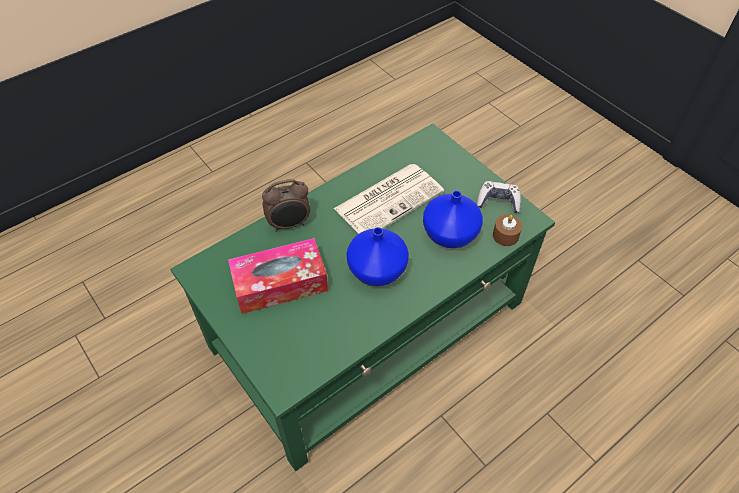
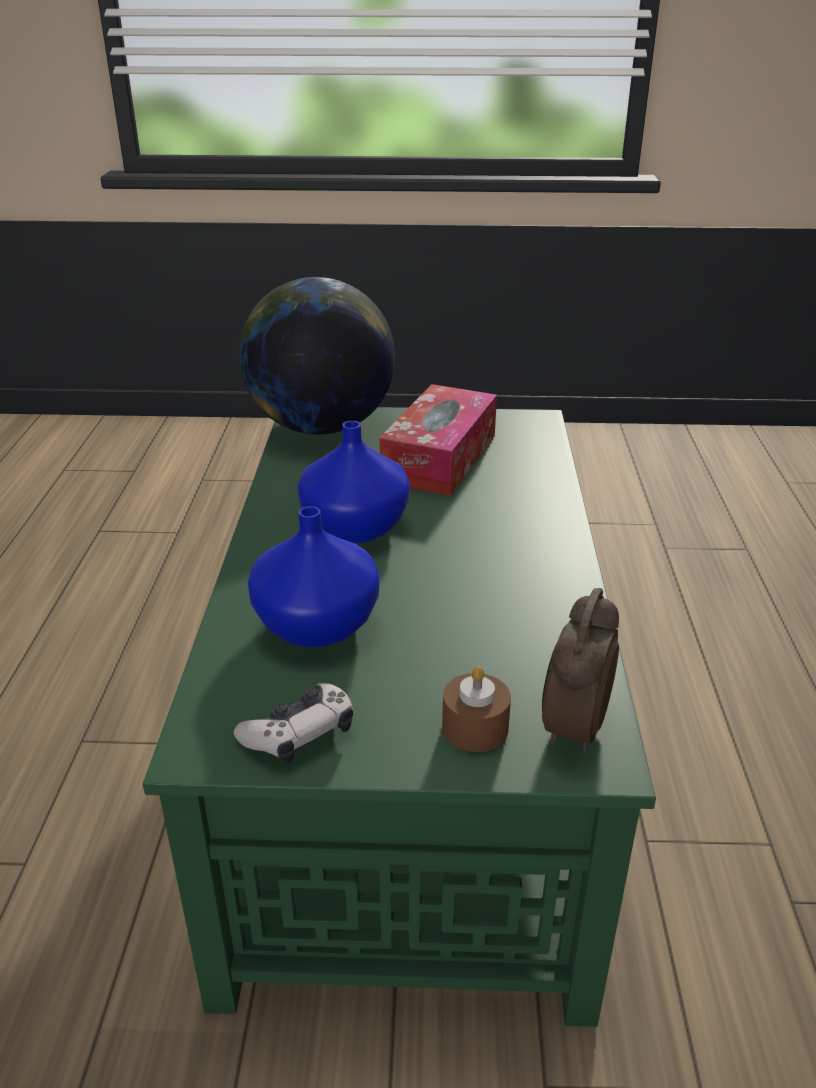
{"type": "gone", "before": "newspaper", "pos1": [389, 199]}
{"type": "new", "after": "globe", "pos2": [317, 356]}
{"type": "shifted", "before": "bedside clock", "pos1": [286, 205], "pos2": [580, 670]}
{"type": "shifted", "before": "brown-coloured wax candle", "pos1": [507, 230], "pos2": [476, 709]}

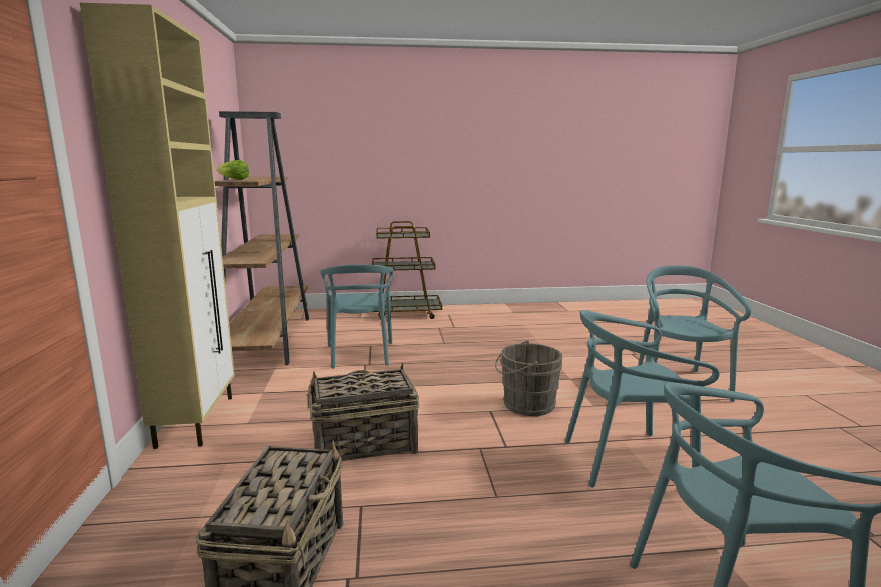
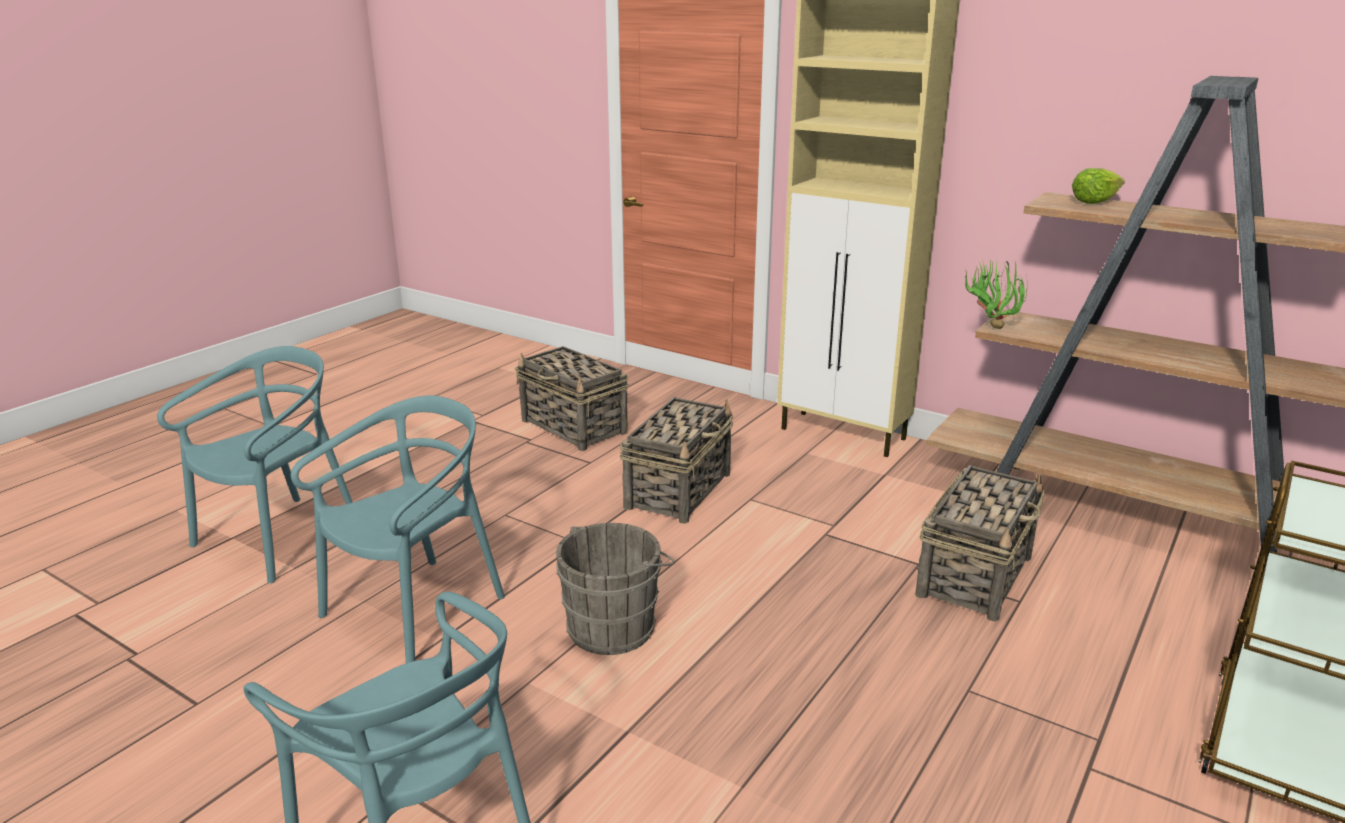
{"type": "new", "after": "houseplant", "pos2": [996, 294]}
{"type": "swapped", "before": "turquoise-coloured upright chair", "after": "household basket", "pos1": [357, 316], "pos2": [979, 543]}

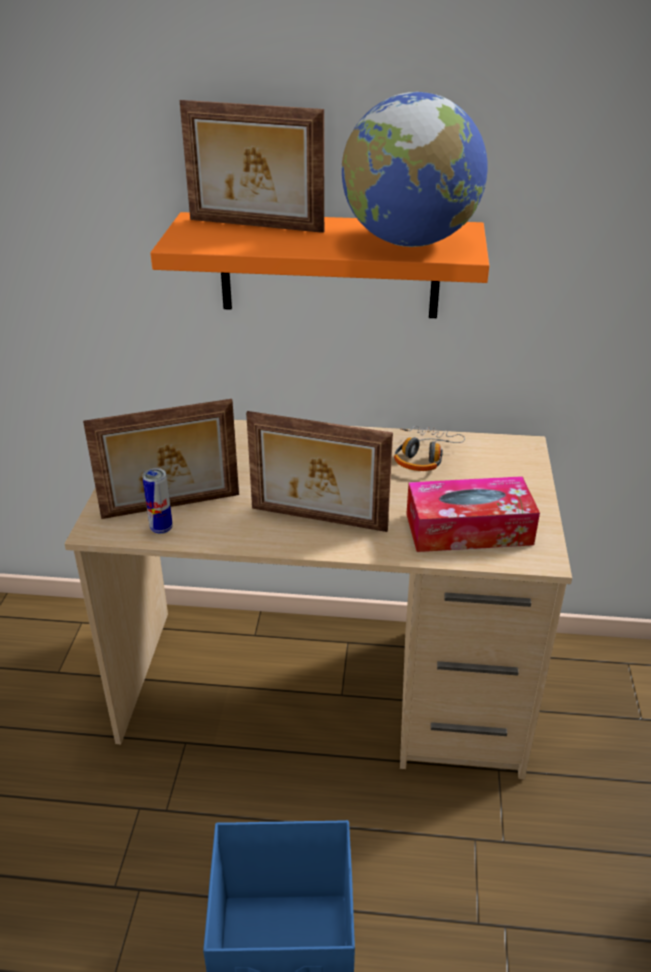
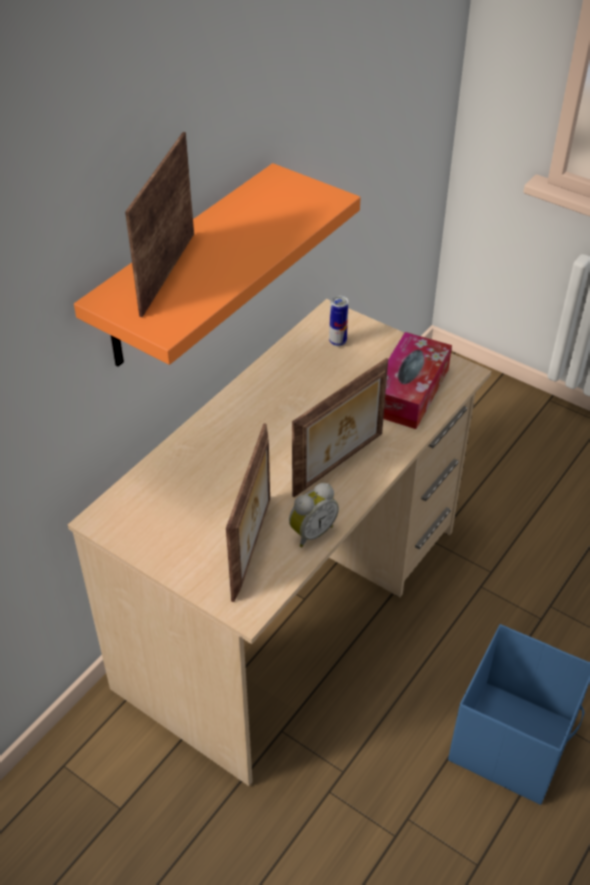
{"type": "gone", "before": "globe", "pos1": [415, 169]}
{"type": "gone", "before": "headset", "pos1": [429, 448]}
{"type": "new", "after": "bedside clock", "pos2": [314, 515]}
{"type": "shifted", "before": "can", "pos1": [157, 501], "pos2": [339, 321]}
{"type": "rotated", "before": "picture frame", "pos1": [252, 166], "pos2": [159, 224], "turn": 150}

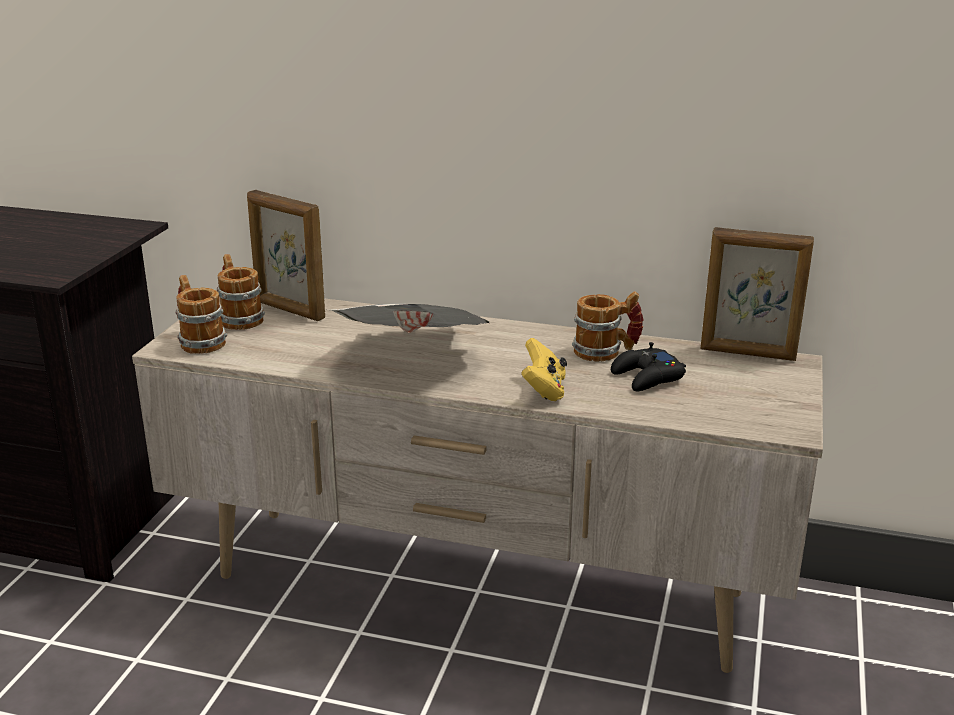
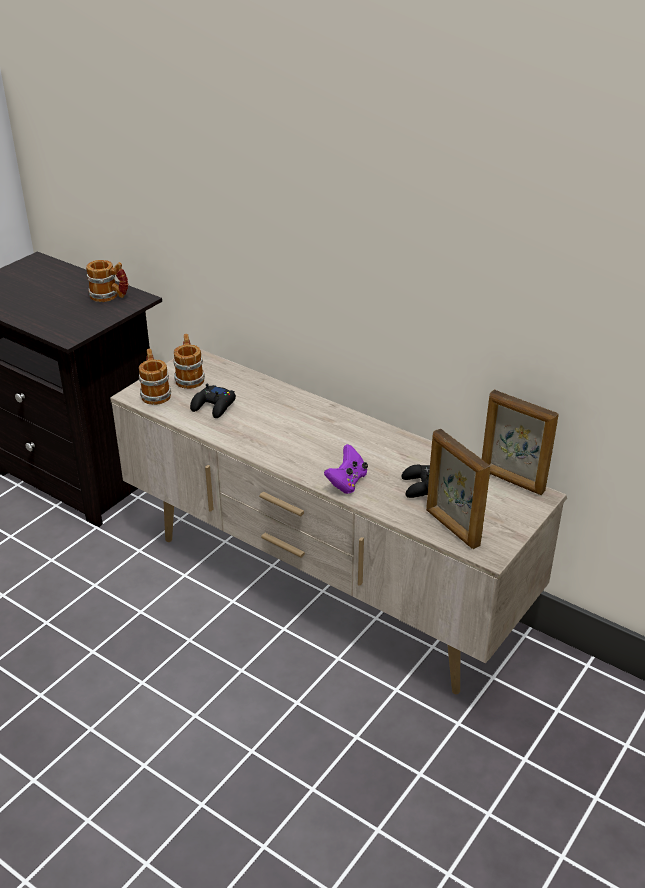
{"type": "gone", "before": "newspaper", "pos1": [408, 318]}
{"type": "new", "after": "black gamepad", "pos2": [213, 401]}
{"type": "shifted", "before": "picture frame", "pos1": [286, 255], "pos2": [458, 489]}
{"type": "shifted", "before": "coffee mug", "pos1": [607, 326], "pos2": [107, 281]}
{"type": "repainted", "before": "yellow gamepad", "after": "purplish gamepad", "pos1": [544, 369], "pos2": [346, 469]}

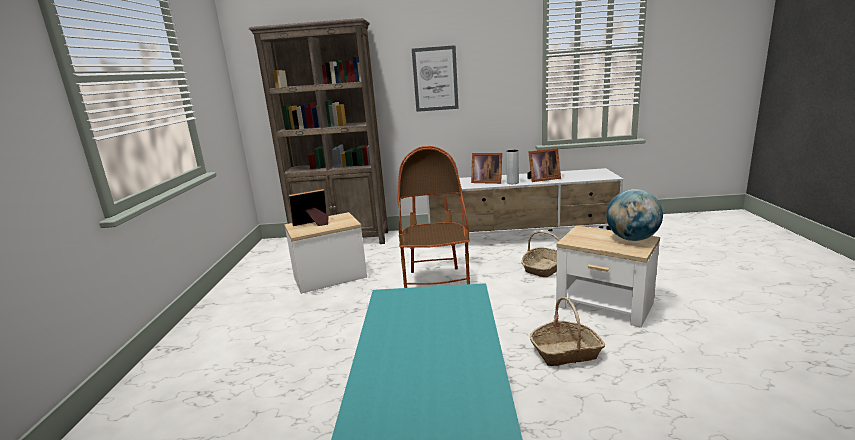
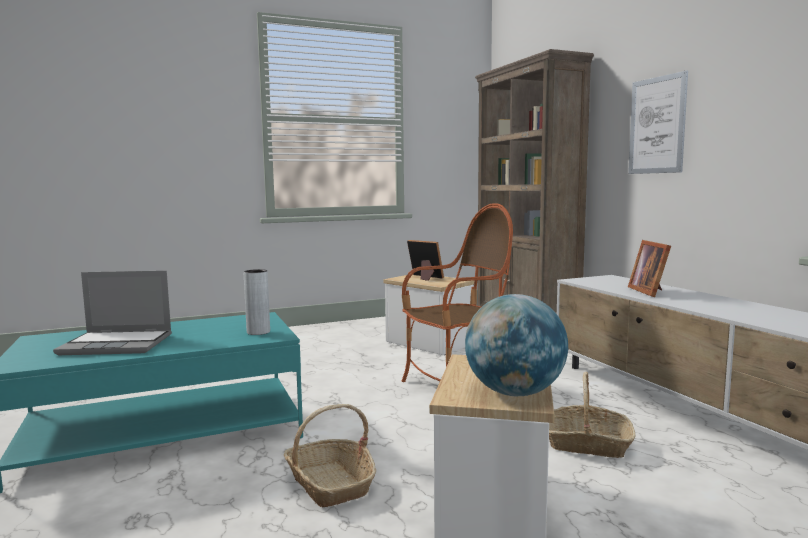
{"type": "gone", "before": "picture frame", "pos1": [544, 165]}
{"type": "new", "after": "laptop", "pos2": [112, 313]}
{"type": "shifted", "before": "gray flower vase", "pos1": [512, 167], "pos2": [256, 302]}

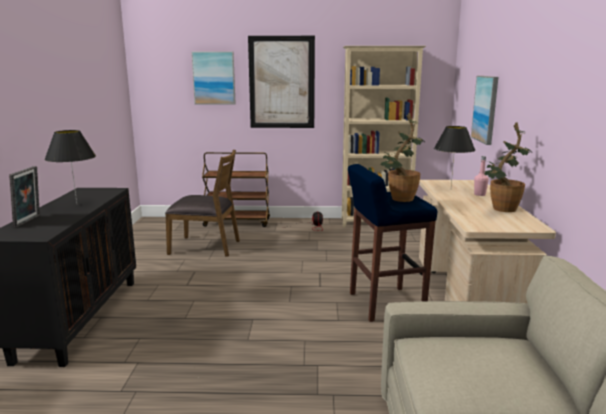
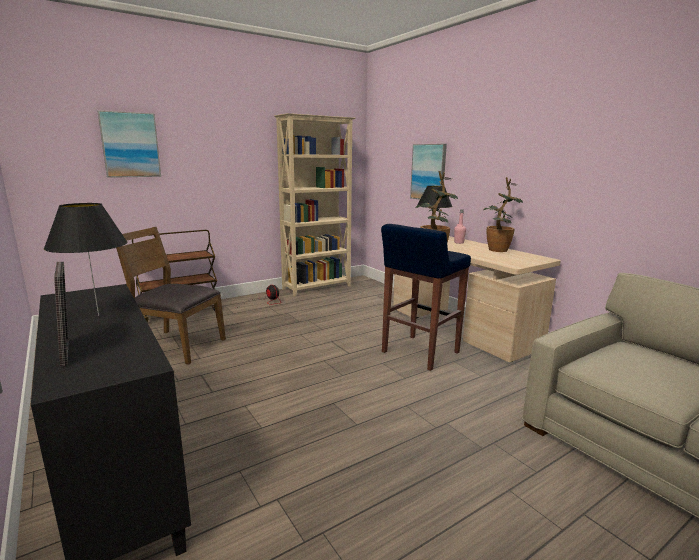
{"type": "gone", "before": "wall art", "pos1": [281, 82]}
{"type": "rotated", "before": "brown-coloured upright chair", "pos1": [202, 203], "pos2": [171, 296], "turn": -135}

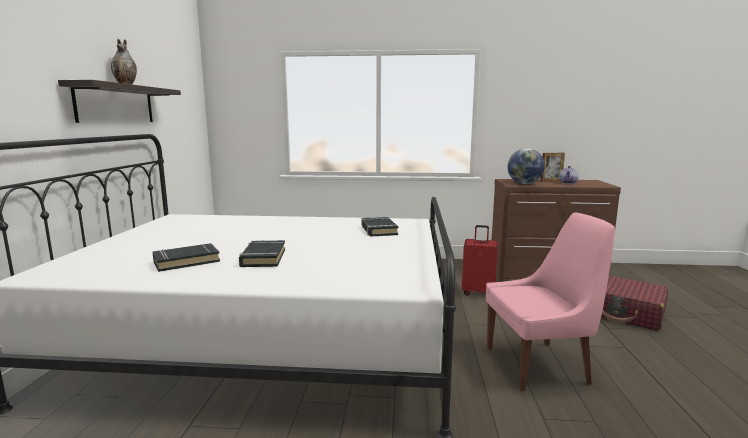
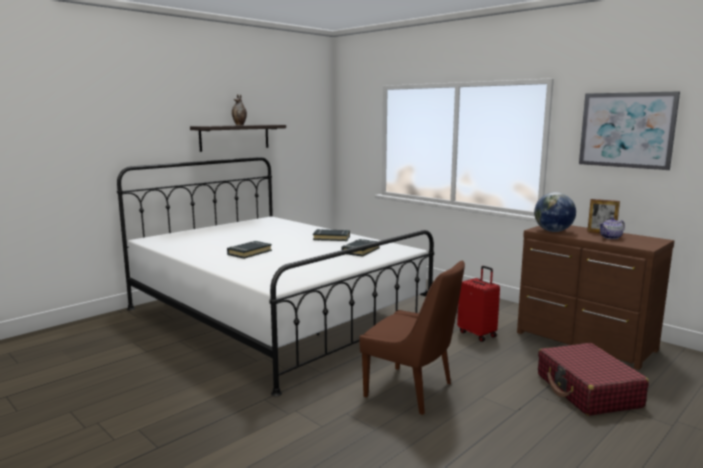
{"type": "new", "after": "wall art", "pos2": [629, 130]}
{"type": "shifted", "before": "black volume", "pos1": [186, 257], "pos2": [331, 235]}
{"type": "repainted", "before": "pink-coloured upright chair", "after": "brown-coloured upright chair", "pos1": [550, 301], "pos2": [412, 337]}

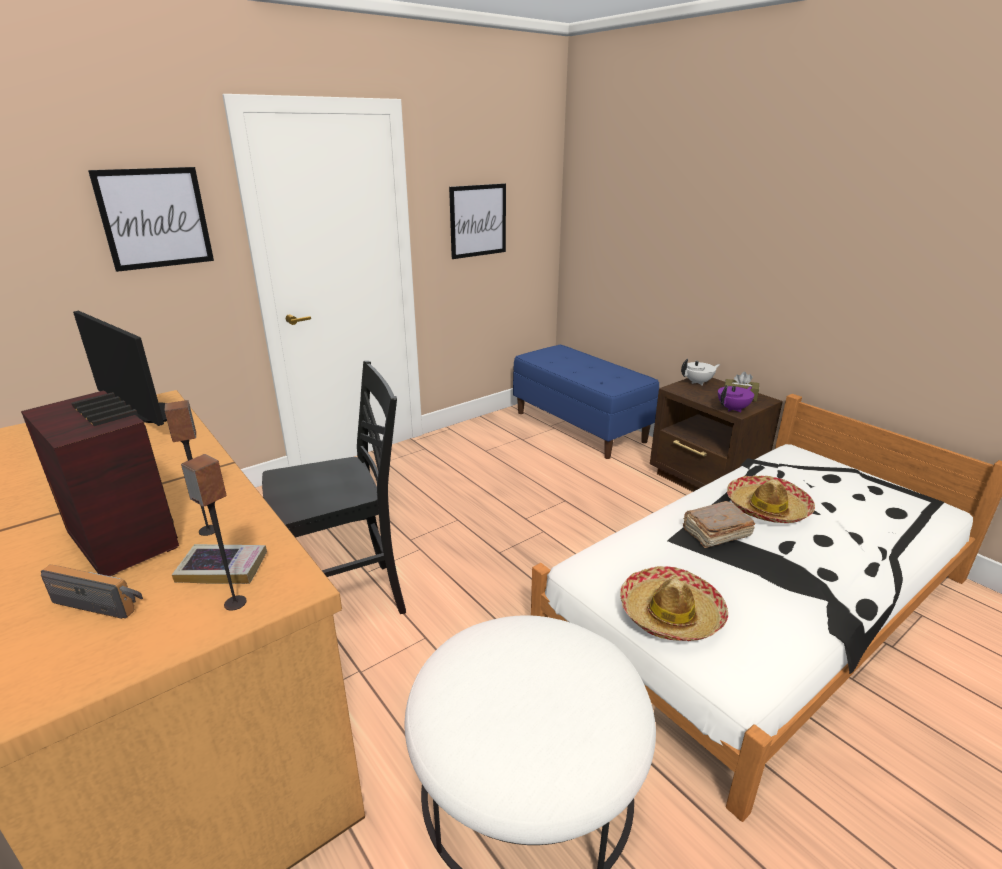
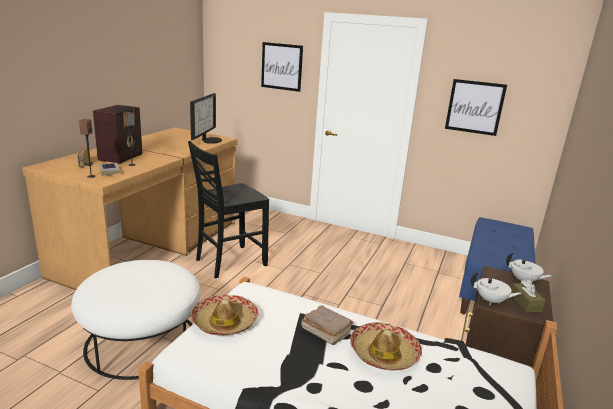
{"type": "repainted", "before": "purplish teapot", "after": "white teapot", "pos1": [736, 399], "pos2": [496, 288]}
{"type": "rotated", "before": "black upright chair", "pos1": [334, 487], "pos2": [228, 209], "turn": 105}

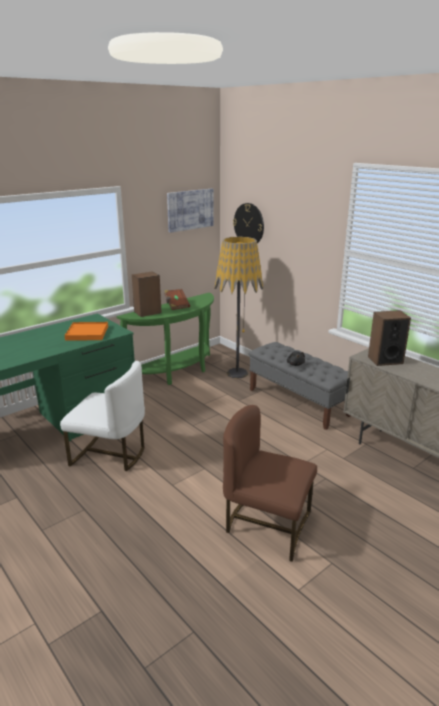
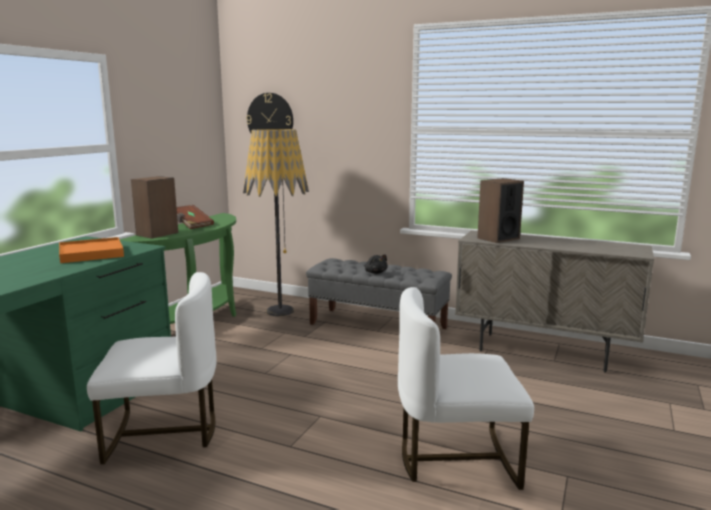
{"type": "gone", "before": "wall art", "pos1": [190, 211]}
{"type": "repainted", "before": "brown-coloured upright chair", "after": "white upright chair", "pos1": [270, 483], "pos2": [466, 388]}

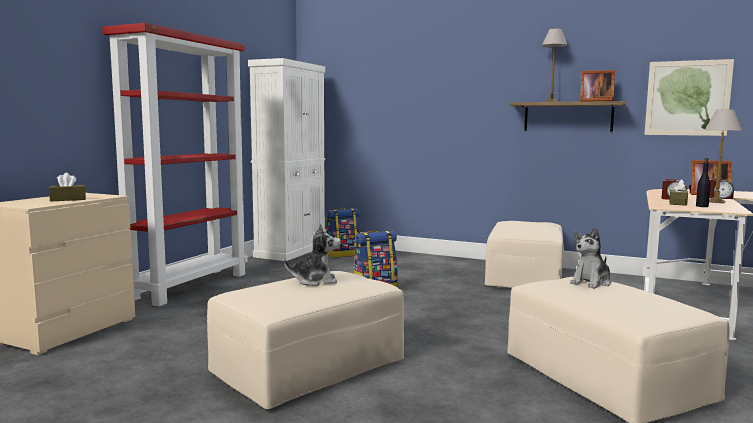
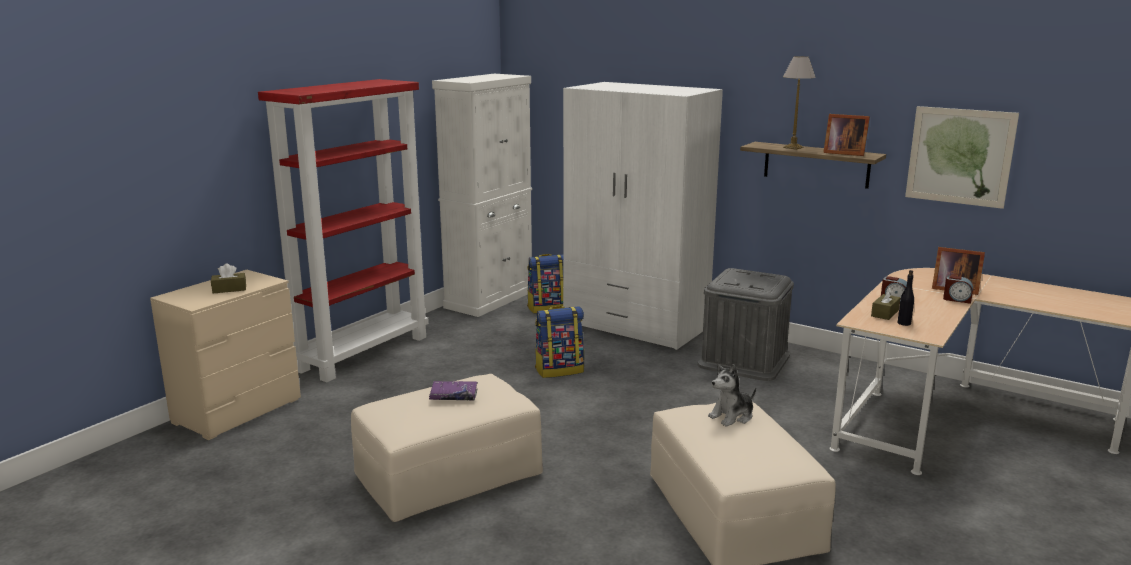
{"type": "gone", "before": "table lamp", "pos1": [723, 156]}
{"type": "new", "after": "white wardrobe", "pos2": [643, 216]}
{"type": "swapped", "before": "soft toy", "after": "purplish volume", "pos1": [313, 254], "pos2": [453, 390]}
{"type": "swapped", "before": "sand-coloured footrest", "after": "gray storage bin", "pos1": [524, 254], "pos2": [746, 324]}

